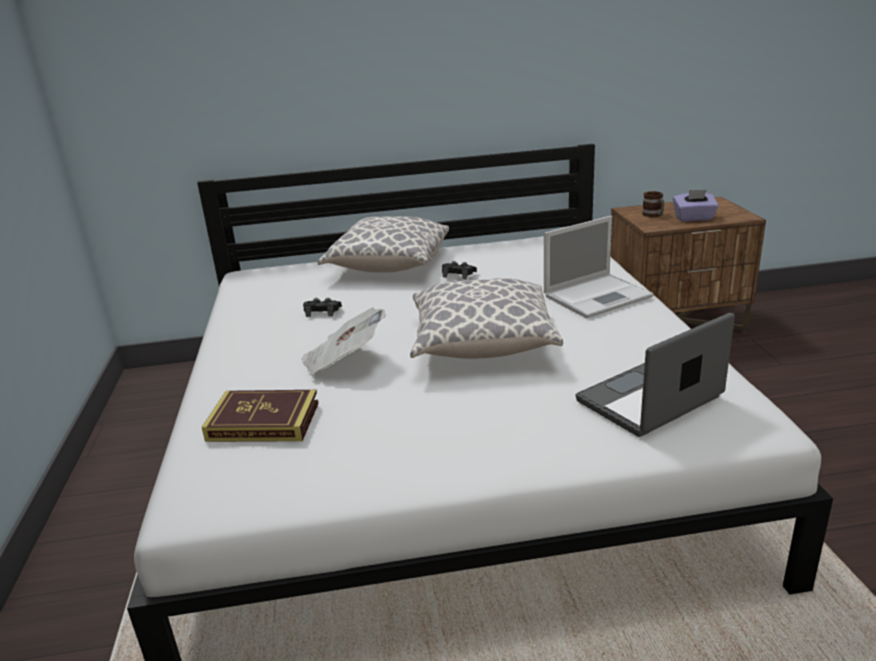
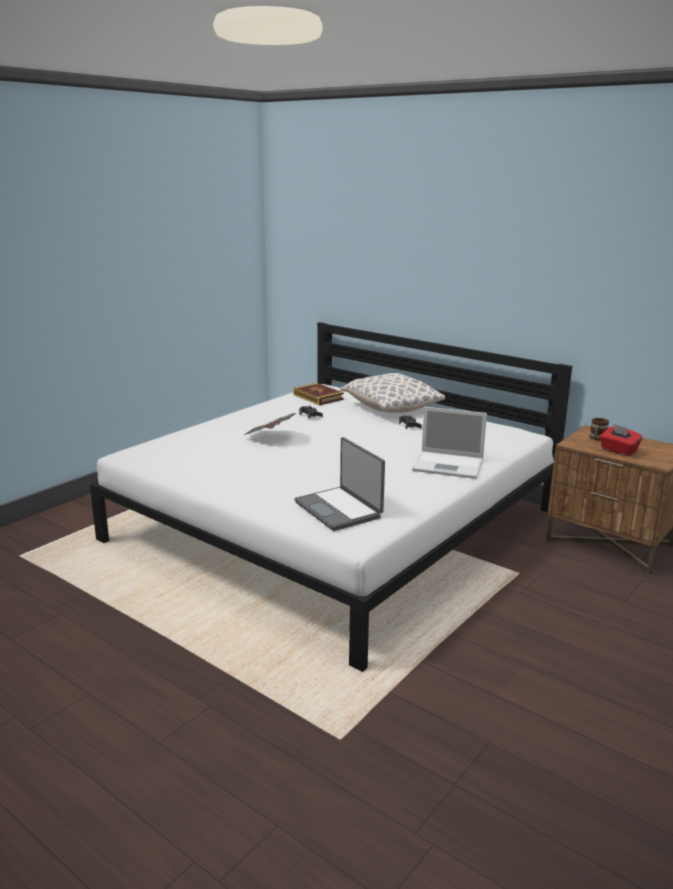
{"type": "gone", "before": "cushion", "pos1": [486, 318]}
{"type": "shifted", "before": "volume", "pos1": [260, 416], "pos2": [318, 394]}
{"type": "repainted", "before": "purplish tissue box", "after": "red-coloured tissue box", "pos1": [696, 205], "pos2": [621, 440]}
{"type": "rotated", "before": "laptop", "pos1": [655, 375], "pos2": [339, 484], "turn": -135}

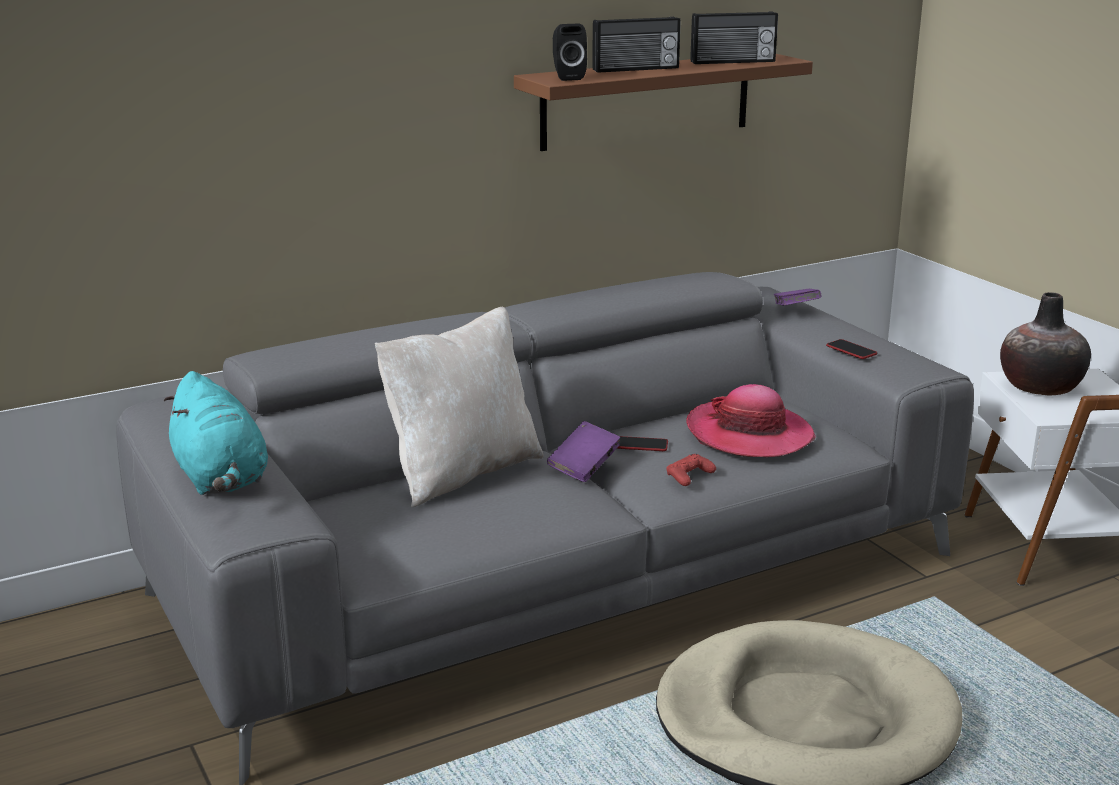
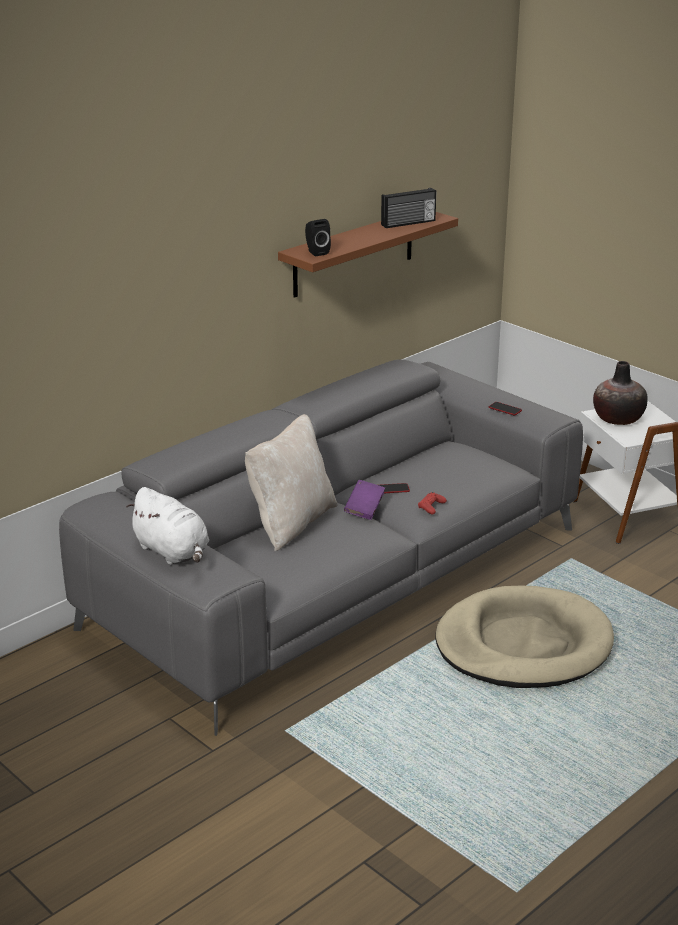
{"type": "gone", "before": "radio set", "pos1": [636, 45]}
{"type": "gone", "before": "clothing hat", "pos1": [751, 420]}
{"type": "gone", "before": "purplish volume", "pos1": [797, 297]}
{"type": "repainted", "before": "turquoise-coloured soft toy", "after": "white soft toy", "pos1": [216, 433], "pos2": [167, 526]}

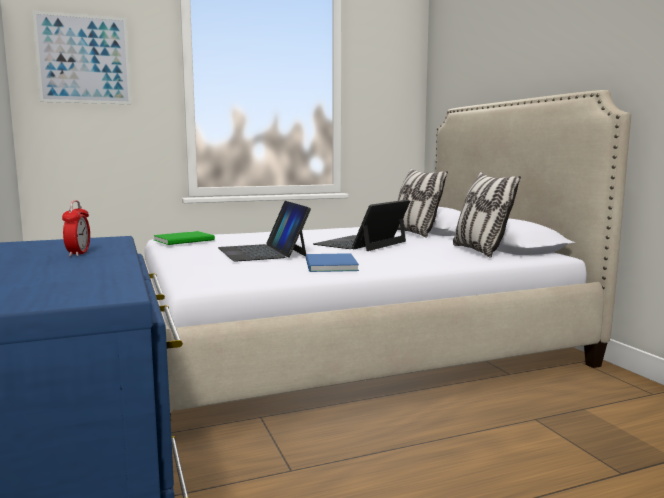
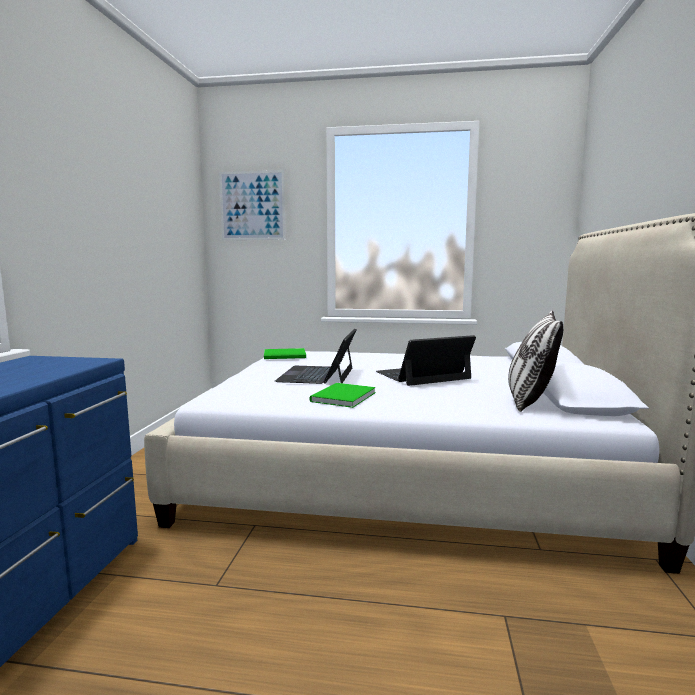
{"type": "gone", "before": "bedside clock", "pos1": [76, 228]}
{"type": "gone", "before": "cushion", "pos1": [422, 203]}
{"type": "repainted", "before": "bluish volume", "after": "green-coloured volume", "pos1": [332, 262], "pos2": [342, 395]}

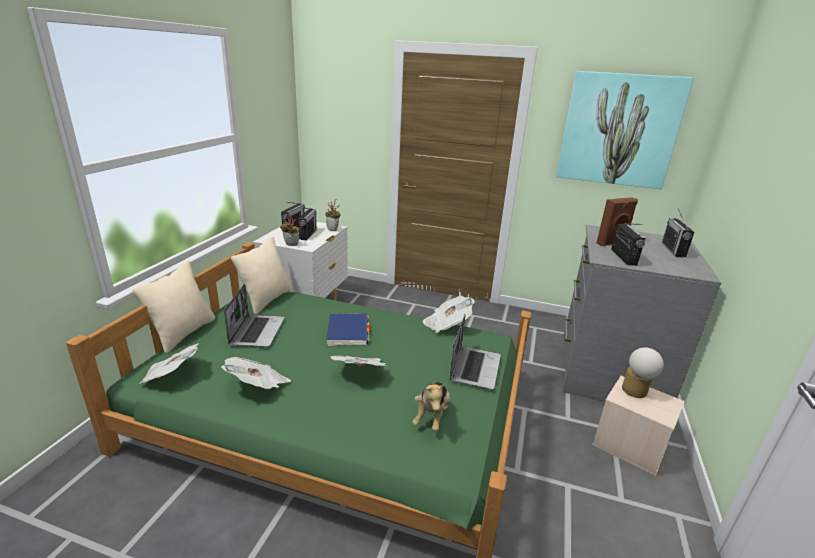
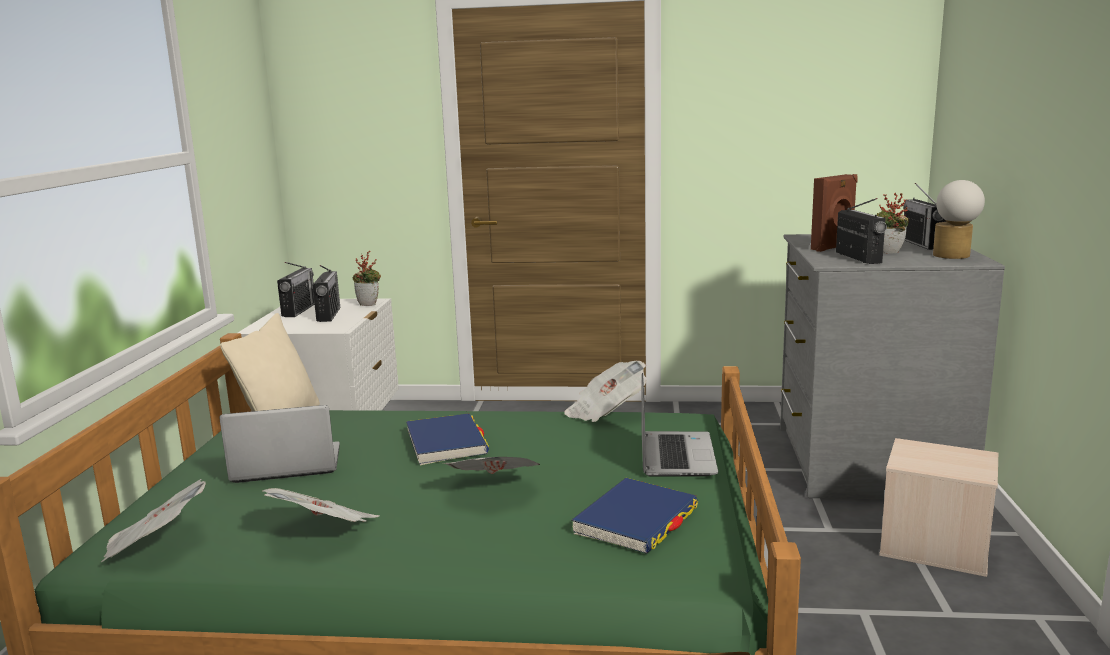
{"type": "gone", "before": "sand-coloured cushion", "pos1": [173, 307]}
{"type": "gone", "before": "wall art", "pos1": [625, 130]}
{"type": "shifted", "before": "houseplant", "pos1": [289, 230], "pos2": [893, 223]}
{"type": "shifted", "before": "table lamp", "pos1": [643, 372], "pos2": [959, 219]}
{"type": "swapped", "before": "soft toy", "after": "bluish volume", "pos1": [431, 407], "pos2": [634, 516]}
{"type": "rotated", "before": "laptop", "pos1": [254, 316], "pos2": [279, 444], "turn": -90}

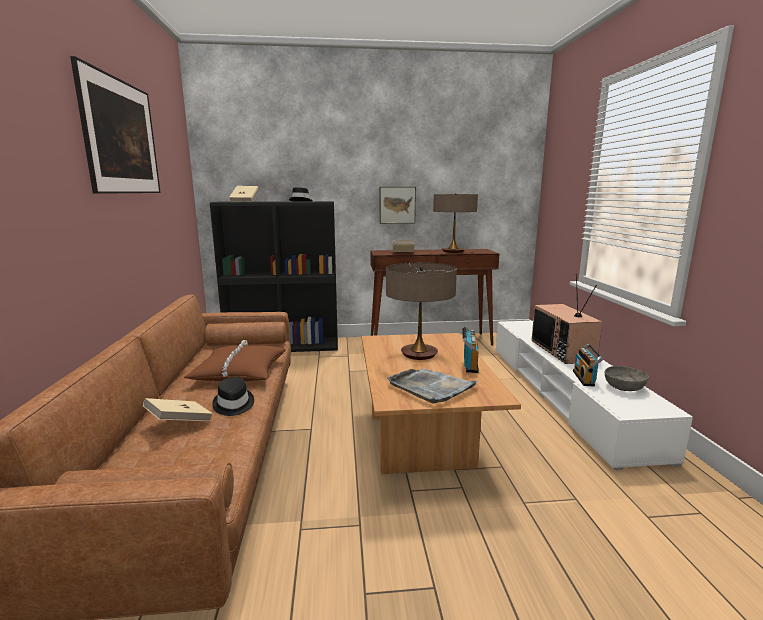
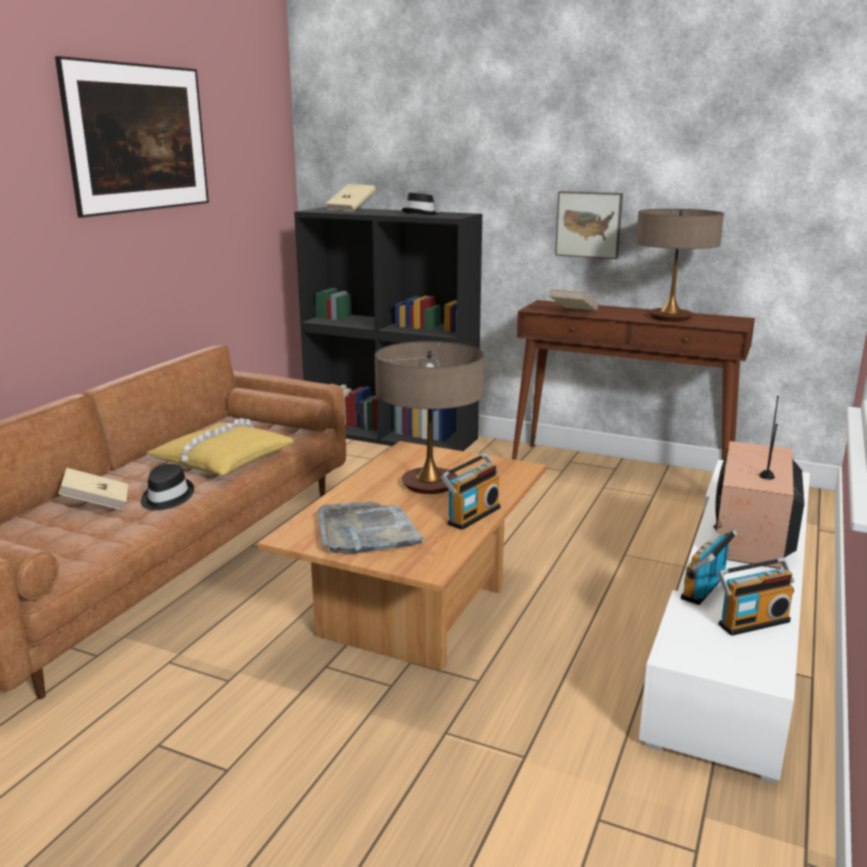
{"type": "swapped", "before": "gray deep dish", "after": "radio set", "pos1": [627, 378], "pos2": [755, 597]}
{"type": "repainted", "before": "brown-coloured cushion", "after": "yellow cushion", "pos1": [235, 360], "pos2": [220, 446]}

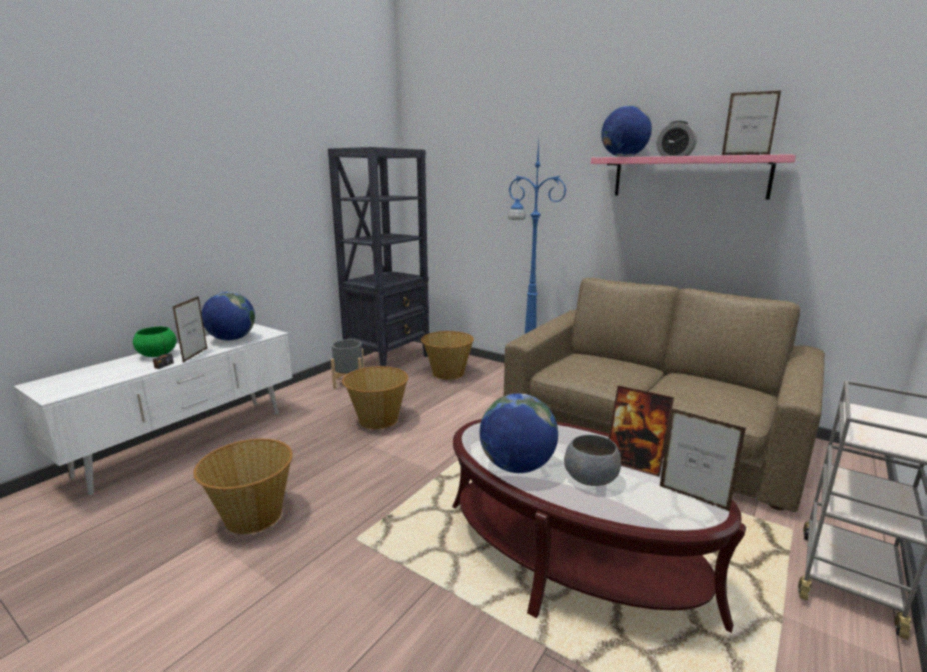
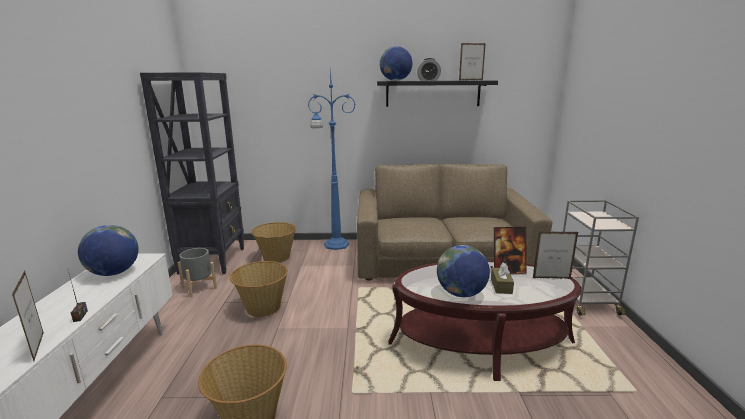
{"type": "gone", "before": "green-coloured deep dish", "pos1": [155, 341]}
{"type": "shifted", "before": "picture frame", "pos1": [190, 329], "pos2": [28, 316]}
{"type": "swapped", "before": "gray deep dish", "after": "brown-coloured tissue box", "pos1": [592, 460], "pos2": [502, 278]}
{"type": "repainted", "before": "pink-coloured shelf", "after": "black shelf", "pos1": [693, 177], "pos2": [437, 93]}

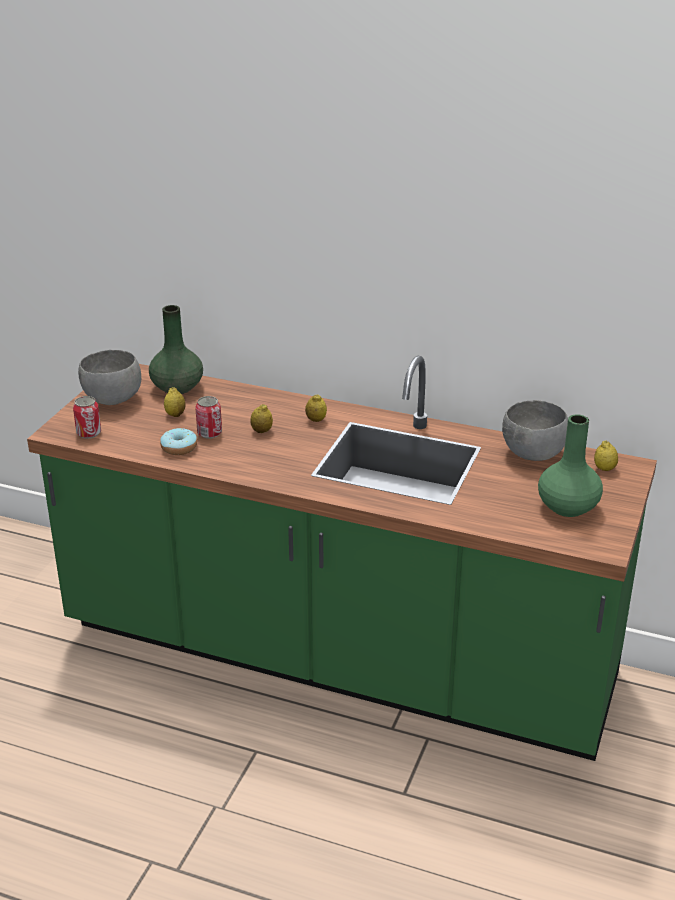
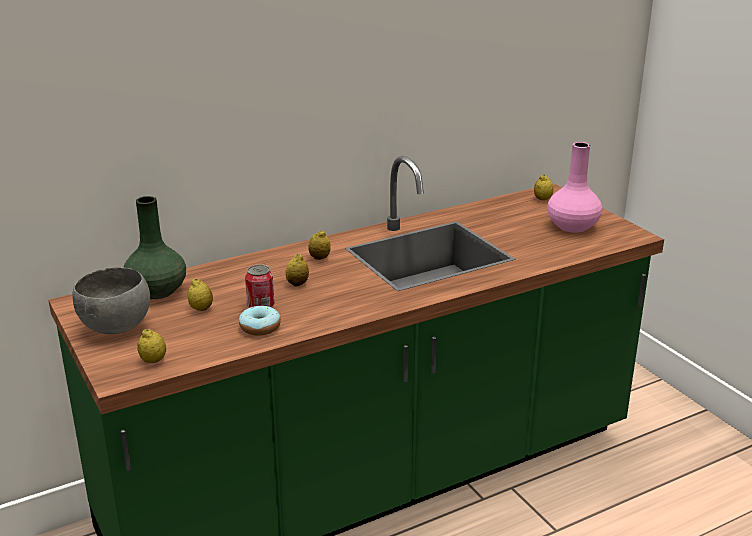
{"type": "gone", "before": "gray deep dish", "pos1": [535, 430]}
{"type": "swapped", "before": "can", "after": "citrus fruit", "pos1": [87, 417], "pos2": [151, 346]}
{"type": "repainted", "before": "green-coloured flower vase", "after": "pink-coloured flower vase", "pos1": [570, 465], "pos2": [574, 187]}

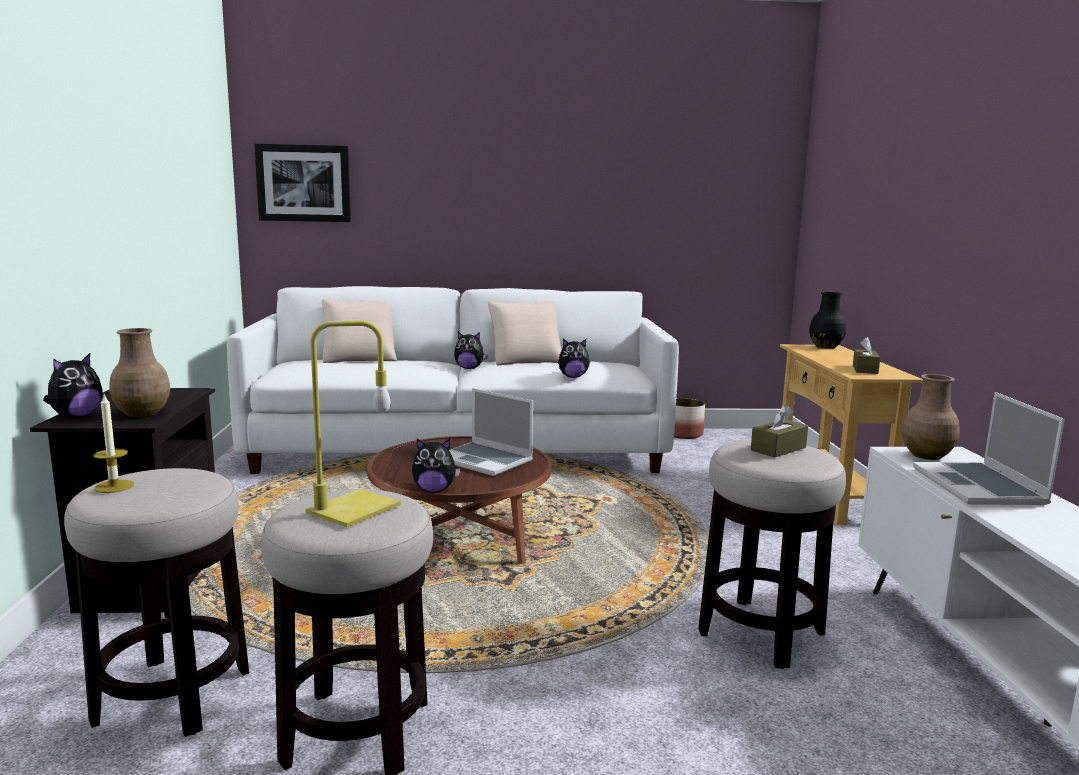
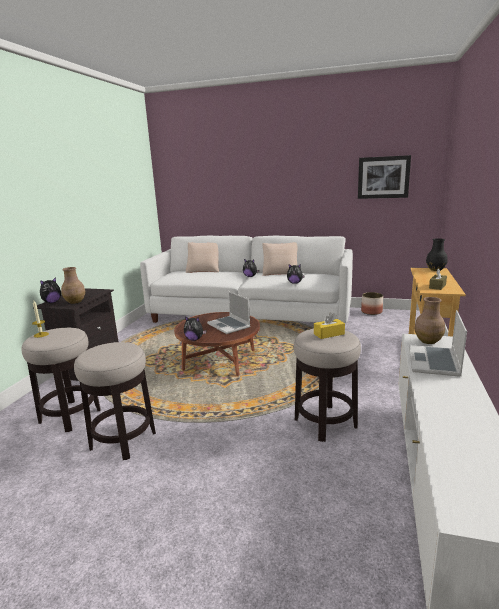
{"type": "gone", "before": "yellow table lamp", "pos1": [353, 423]}
{"type": "shifted", "before": "wall art", "pos1": [302, 183], "pos2": [384, 177]}
{"type": "repainted", "before": "brown-coloured tissue box", "after": "yellow tissue box", "pos1": [779, 430], "pos2": [329, 325]}

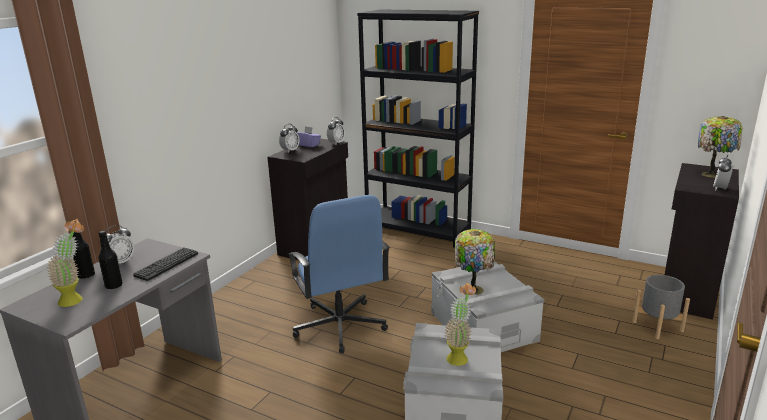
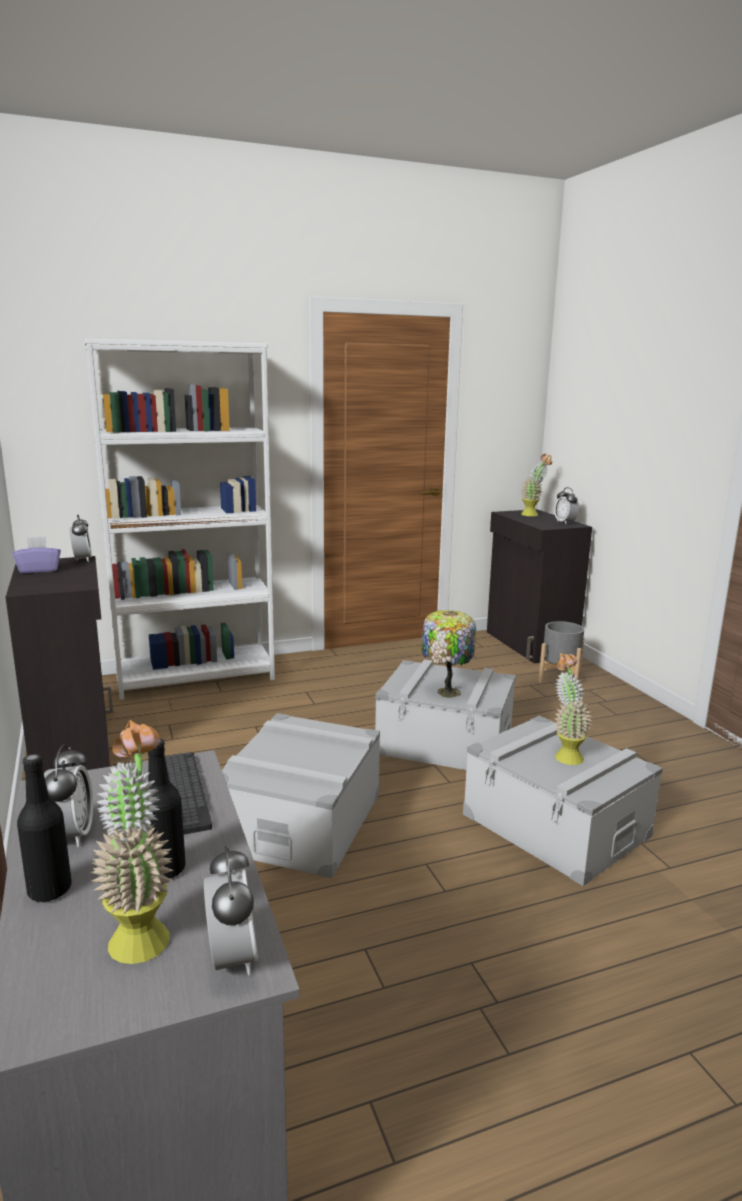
{"type": "shifted", "before": "bedside clock", "pos1": [289, 138], "pos2": [231, 910]}
{"type": "swapped", "before": "bluish office chair", "after": "gray storage bin", "pos1": [338, 274], "pos2": [301, 795]}
{"type": "swapped", "before": "table lamp", "after": "houseplant", "pos1": [720, 147], "pos2": [536, 485]}
{"type": "repainted", "before": "black shelving unit", "after": "white shelving unit", "pos1": [418, 128], "pos2": [179, 519]}

